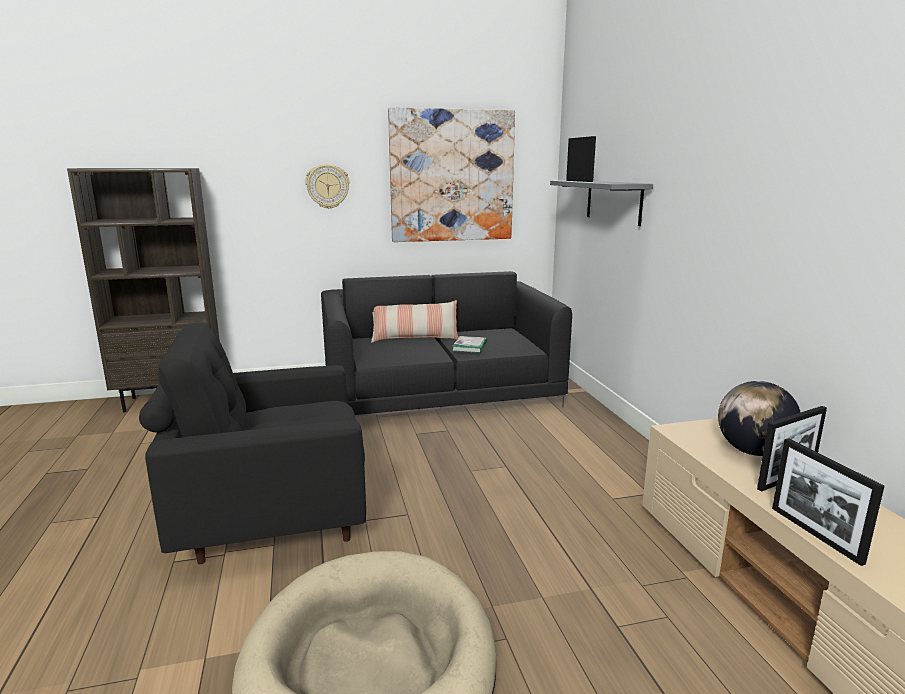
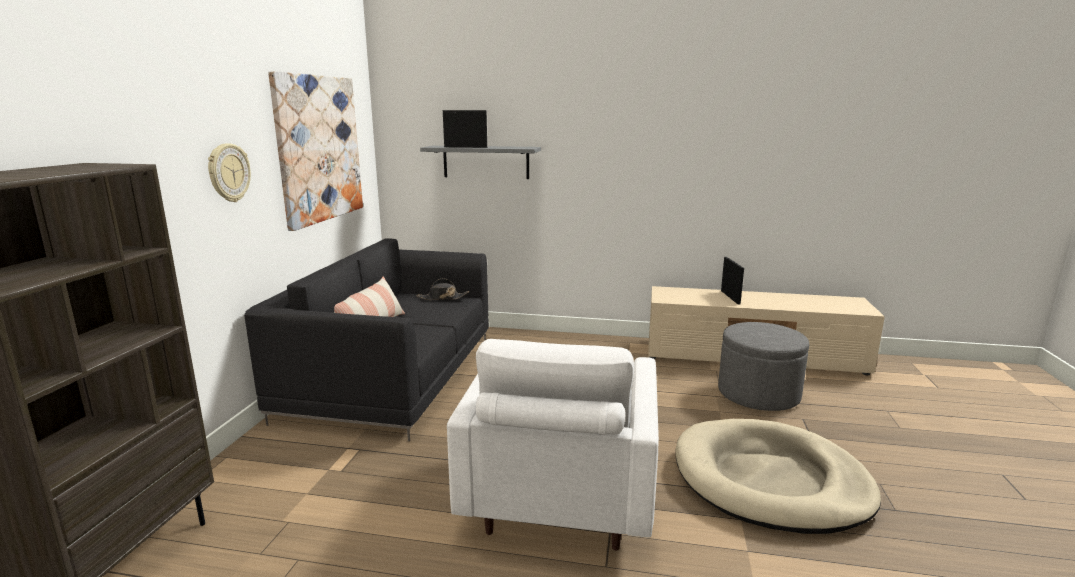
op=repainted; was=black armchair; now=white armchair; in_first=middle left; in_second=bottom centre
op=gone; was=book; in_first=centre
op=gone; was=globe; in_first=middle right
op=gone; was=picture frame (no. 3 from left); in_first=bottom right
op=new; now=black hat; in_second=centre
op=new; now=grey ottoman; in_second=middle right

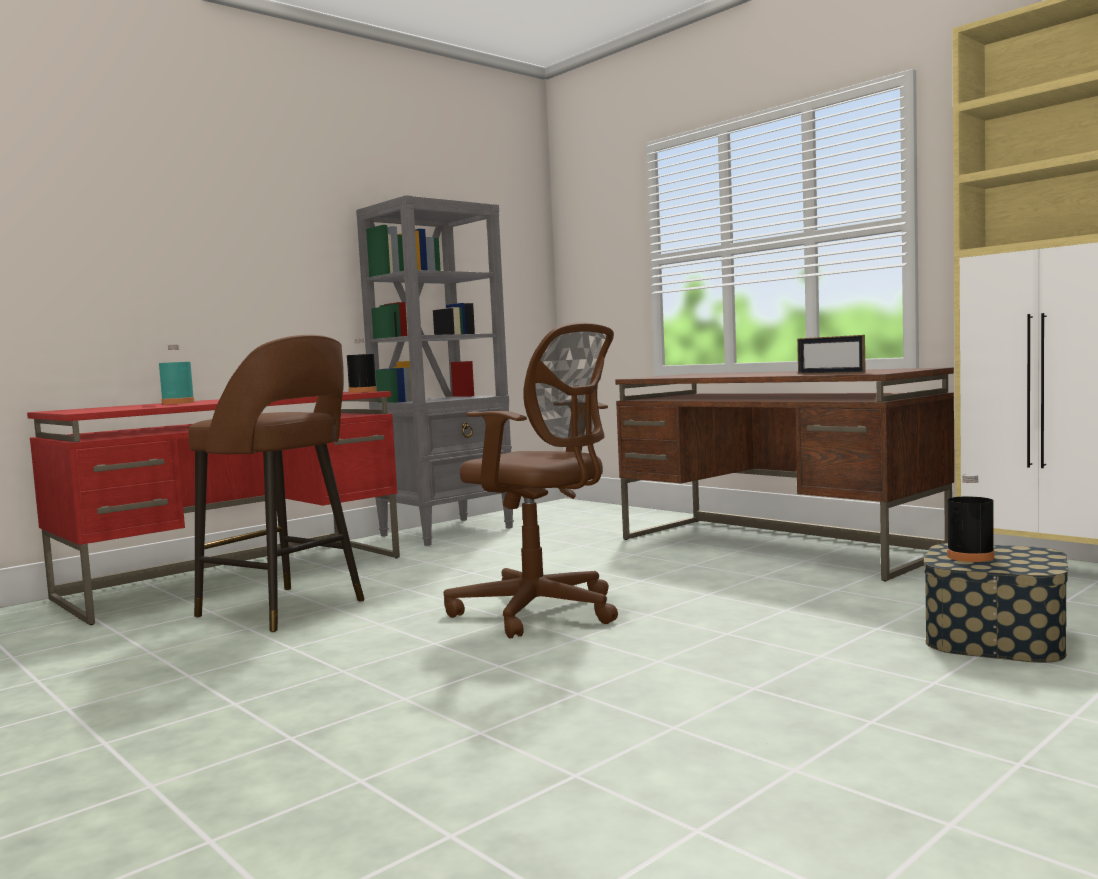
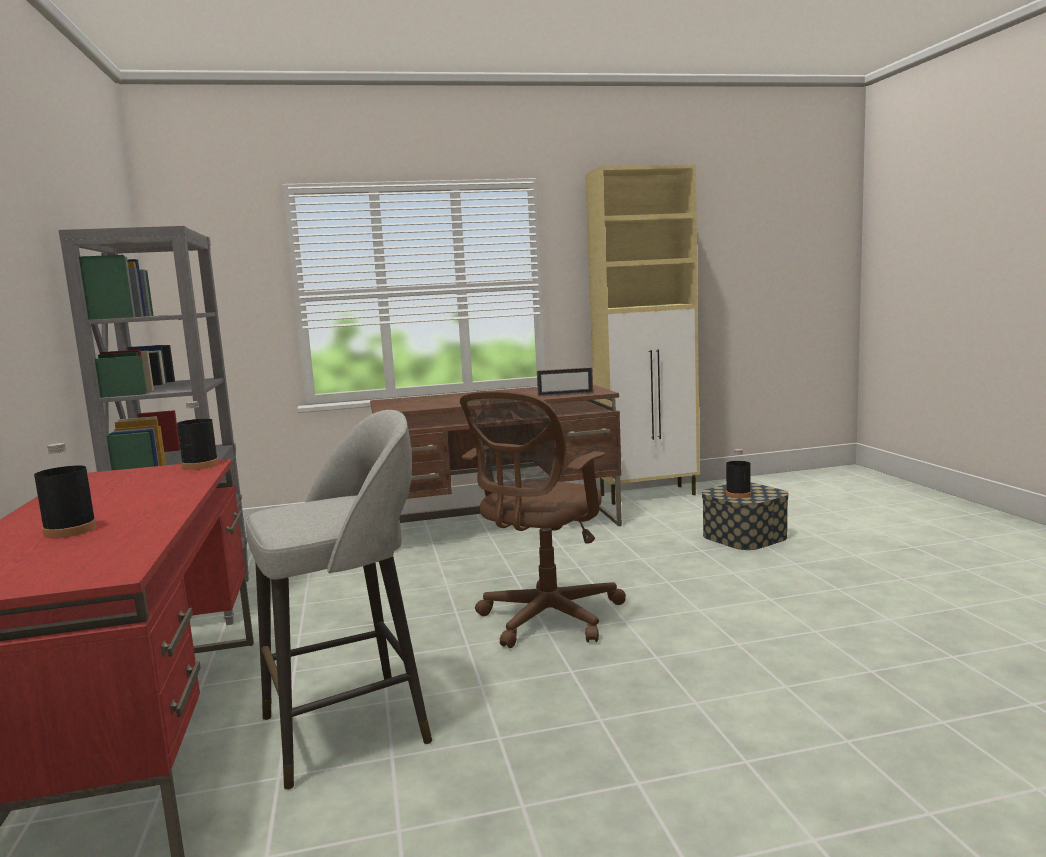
op=repainted; was=turquoise bottle; now=black bottle (no. 1 from left); in_first=middle left; in_second=middle left
op=repainted; was=brown stool; now=grey stool; in_first=middle left; in_second=bottom left
op=rotated; was=brown office chair; in_first=centre; in_second=centre; clockwise=150

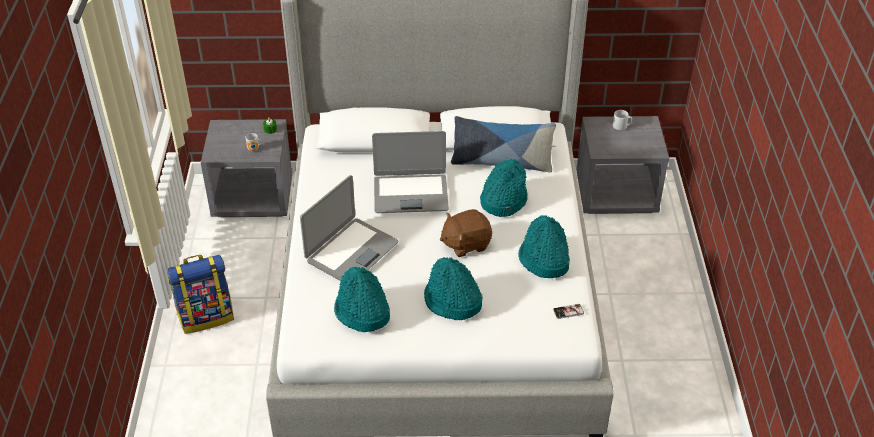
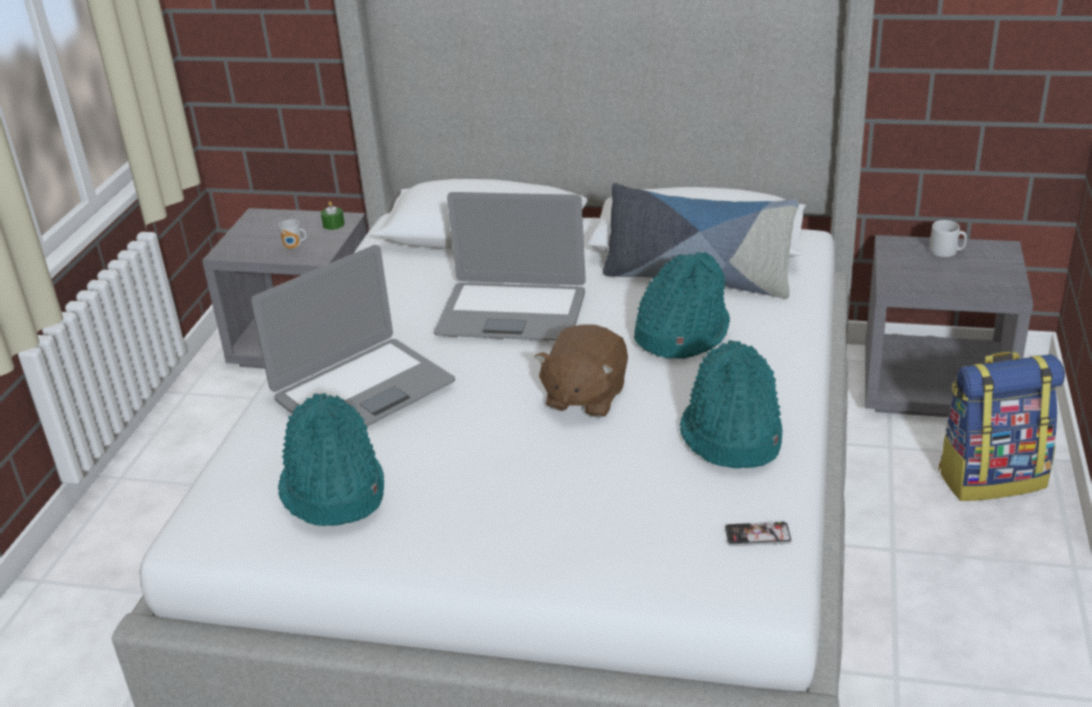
op=shifted; was=backpack; in_first=bottom left; in_second=middle right
op=gone; was=turquoise hat (no. 2 from left); in_first=centre
op=rotated; was=brown plush toy; in_first=centre; in_second=centre; clockwise=-60

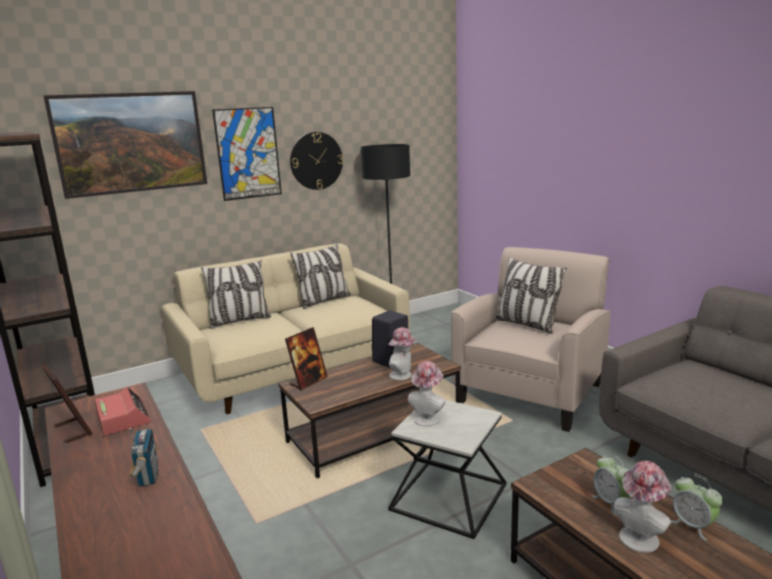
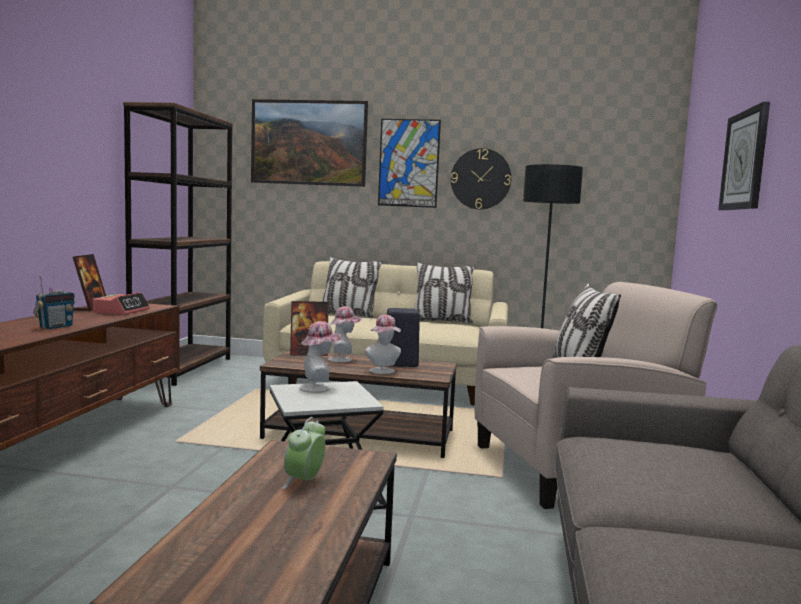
op=shifted; was=hat (no. 3 from left in the first image); now=hat (no. 2 from left); in_first=bottom right; in_second=centre
op=gone; was=alarm clock (no. 3 from left); in_first=bottom right
op=new; now=wall clock (no. 2 from left); in_second=top right

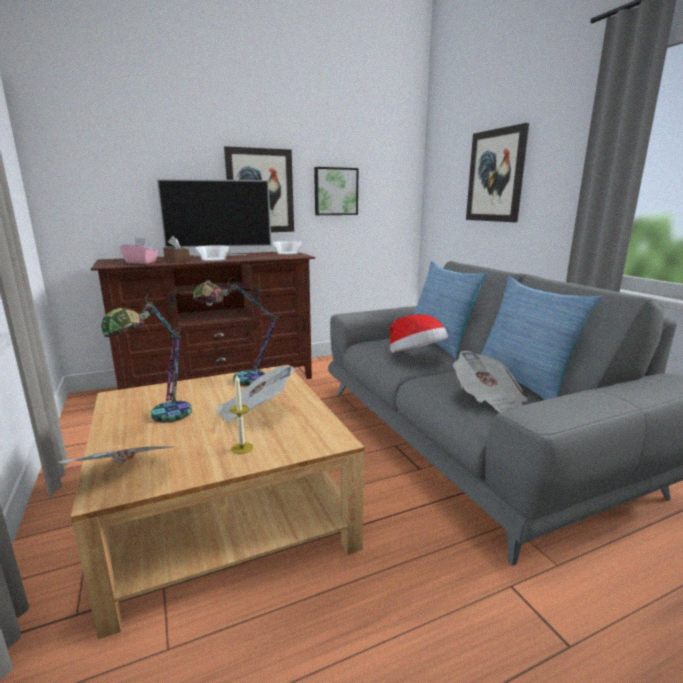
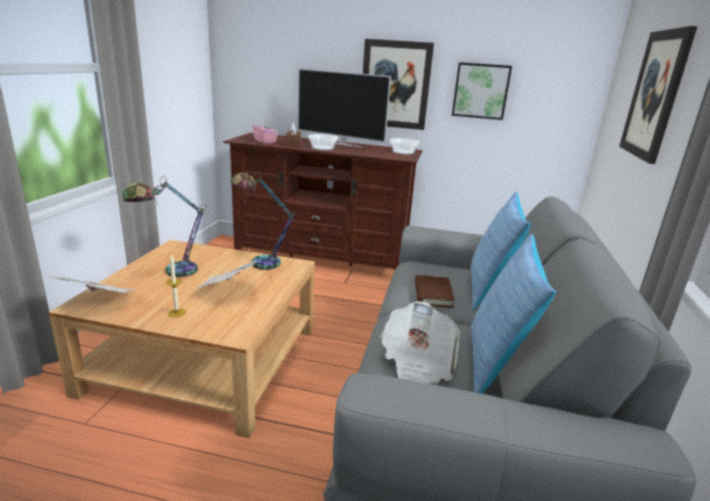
op=swapped; was=hat; now=brown book; in_first=centre; in_second=centre

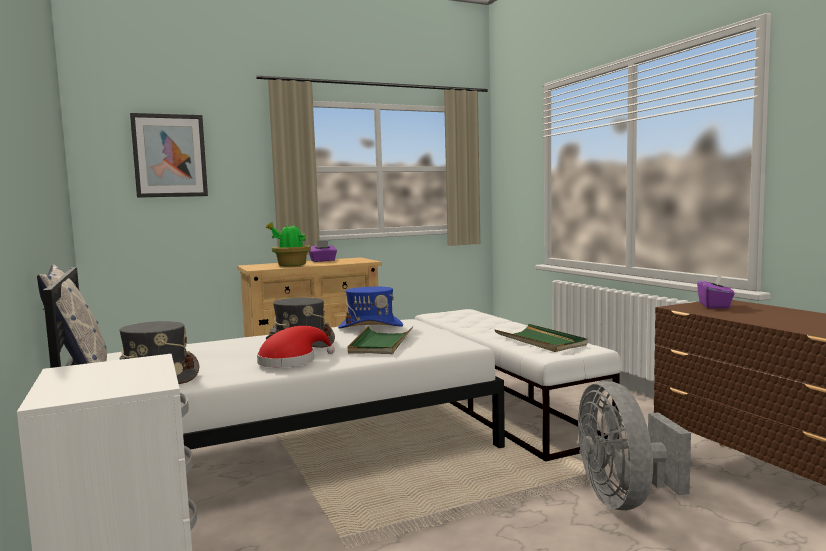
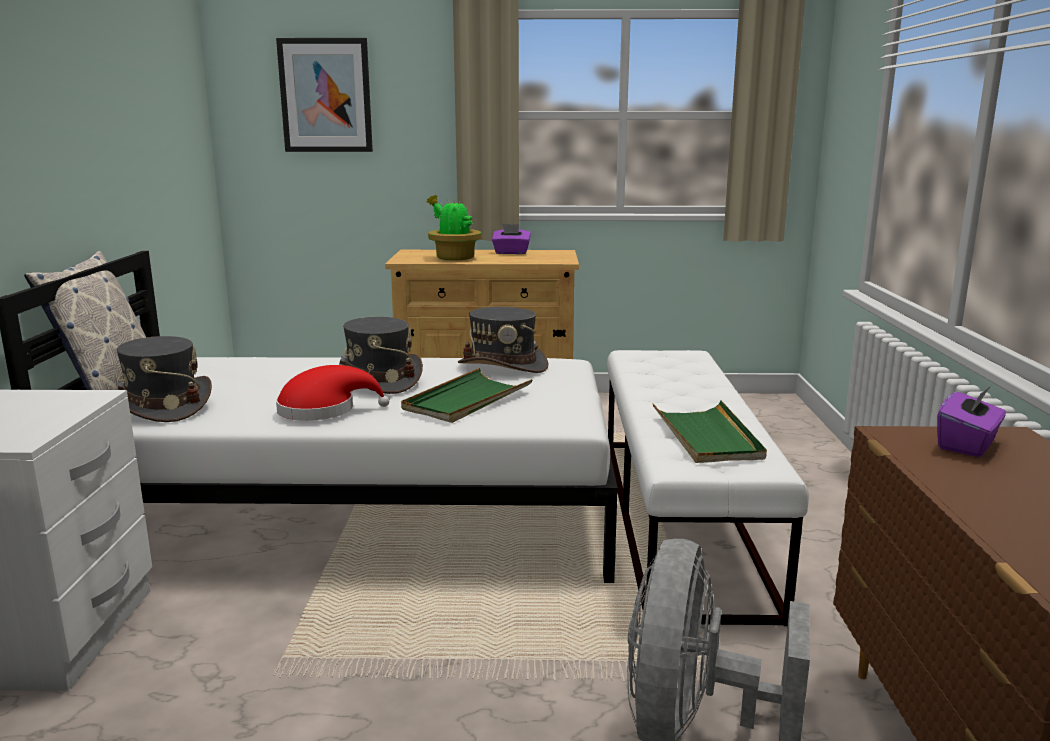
op=repainted; was=blue hat; now=grey hat (no. 3 from left); in_first=centre; in_second=centre

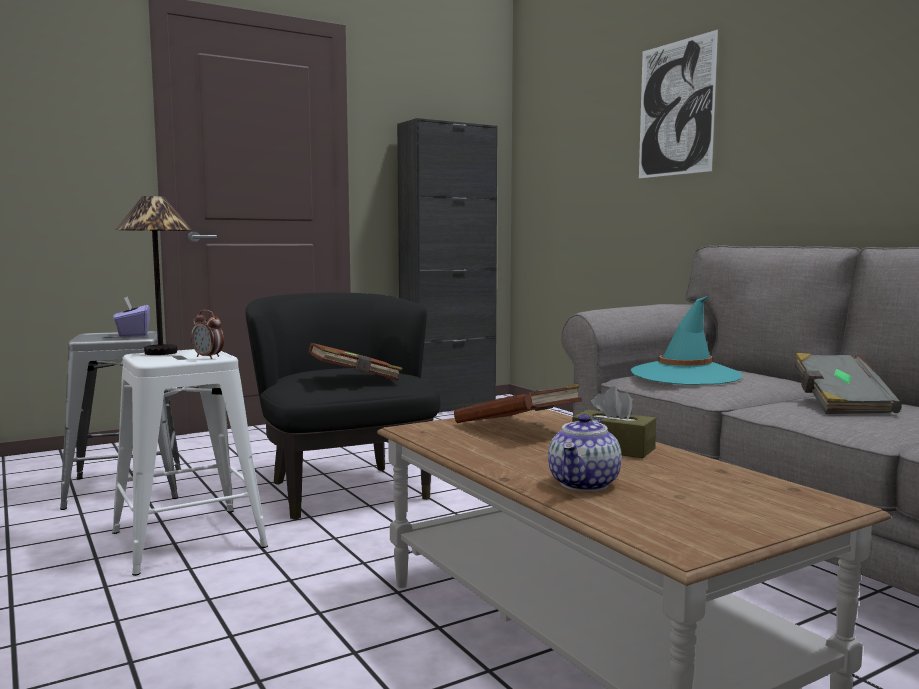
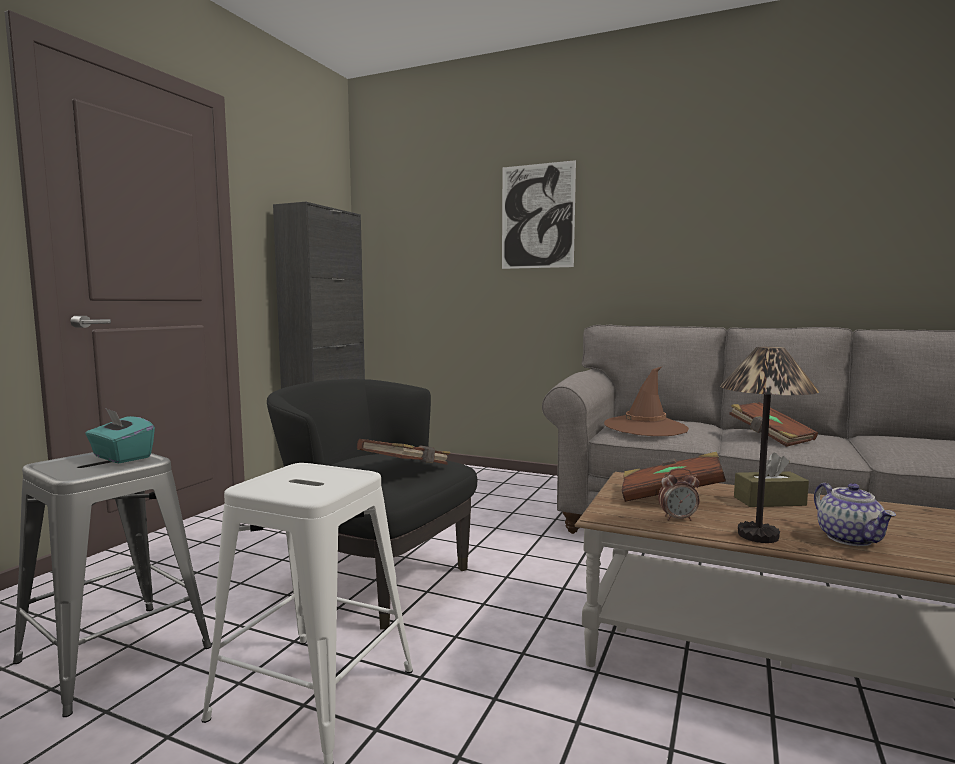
op=repainted; was=purple tissue box; now=turquoise tissue box; in_first=middle left; in_second=middle left
op=shifted; was=table lamp; in_first=middle left; in_second=middle right
op=shifted; was=alarm clock; in_first=middle left; in_second=middle right
op=repainted; was=turquoise hat; now=brown hat; in_first=middle right; in_second=middle right
op=repainted; was=grey book; now=brown book (no. 3 from left); in_first=middle right; in_second=middle right

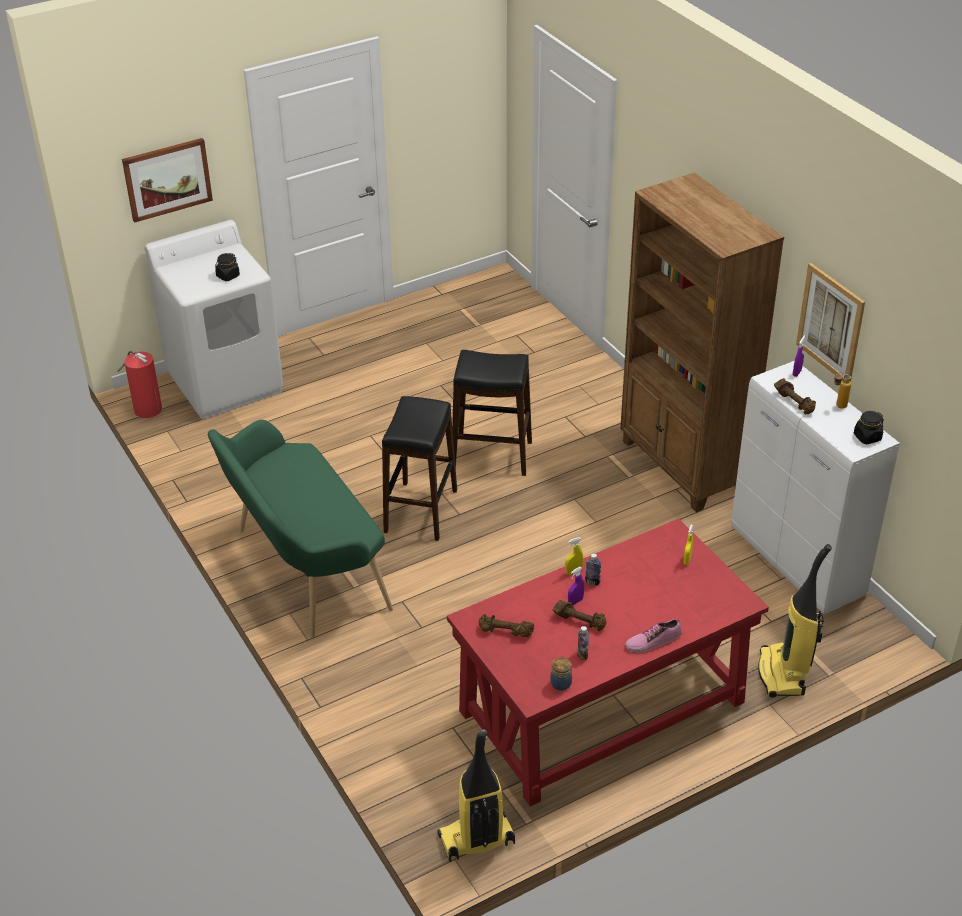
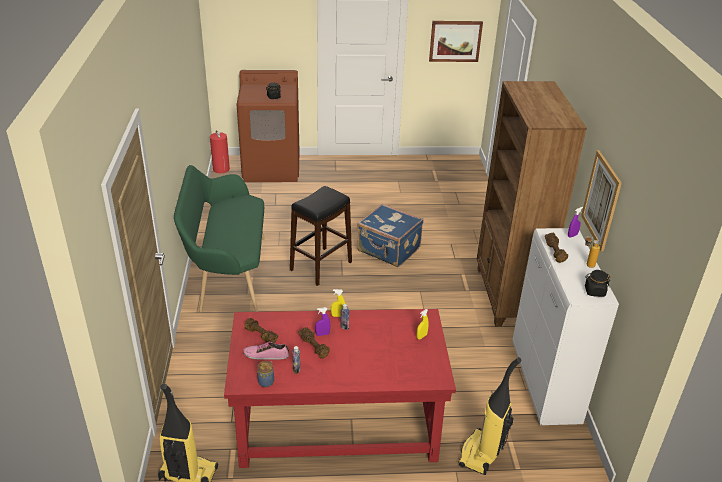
op=shifted; was=picture (no. 1 from left); in_first=top left; in_second=top centre
op=repainted; was=white washing machine; now=brown washing machine; in_first=middle left; in_second=top centre
op=swapped; was=black stool (no. 2 from left); now=blue suitcase; in_first=centre; in_second=centre
op=shifted; was=shoe; in_first=bottom right; in_second=bottom centre

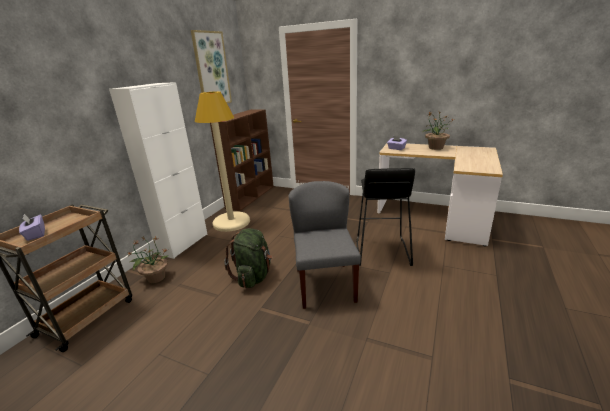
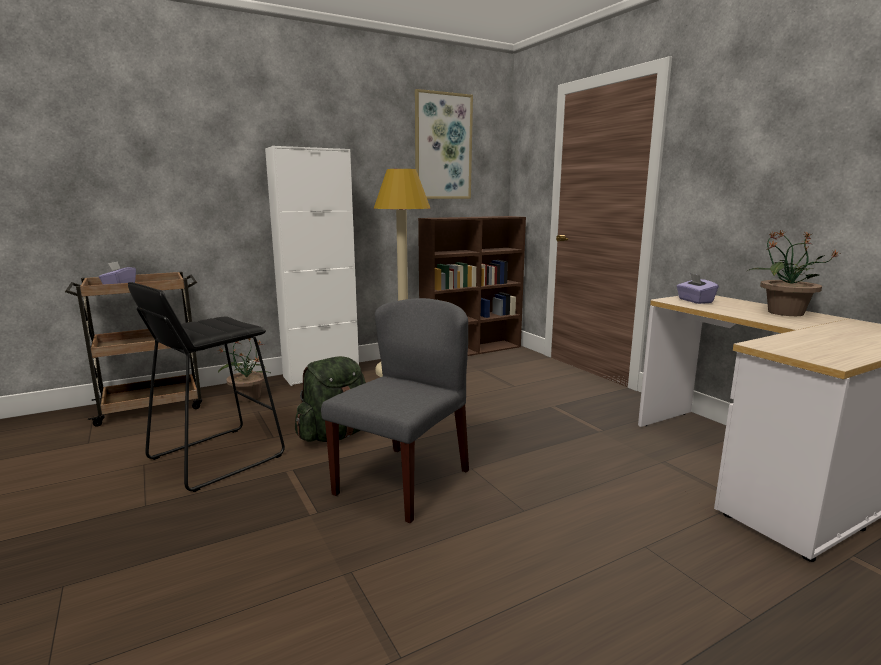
op=shifted; was=black stool; in_first=centre; in_second=middle left

